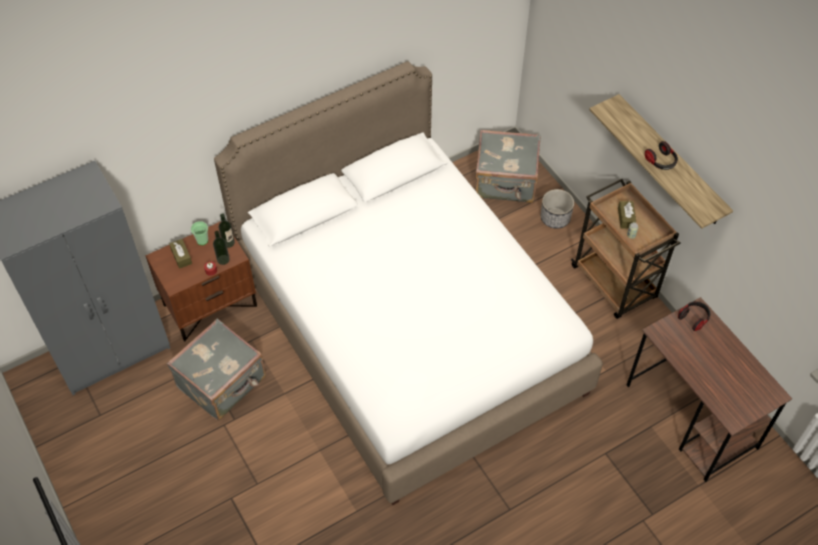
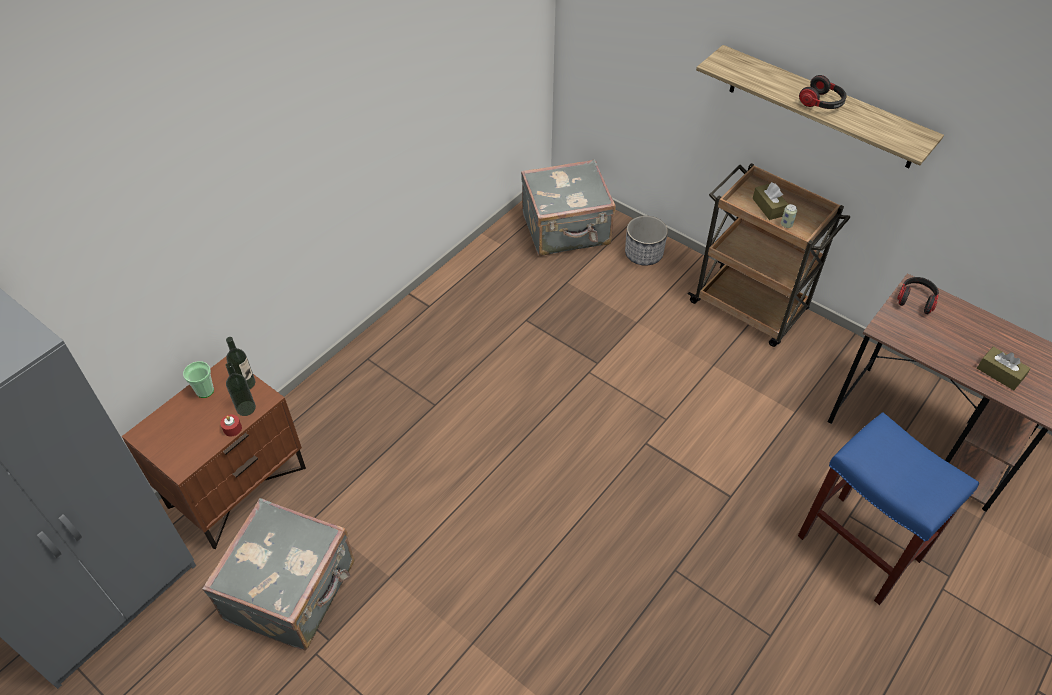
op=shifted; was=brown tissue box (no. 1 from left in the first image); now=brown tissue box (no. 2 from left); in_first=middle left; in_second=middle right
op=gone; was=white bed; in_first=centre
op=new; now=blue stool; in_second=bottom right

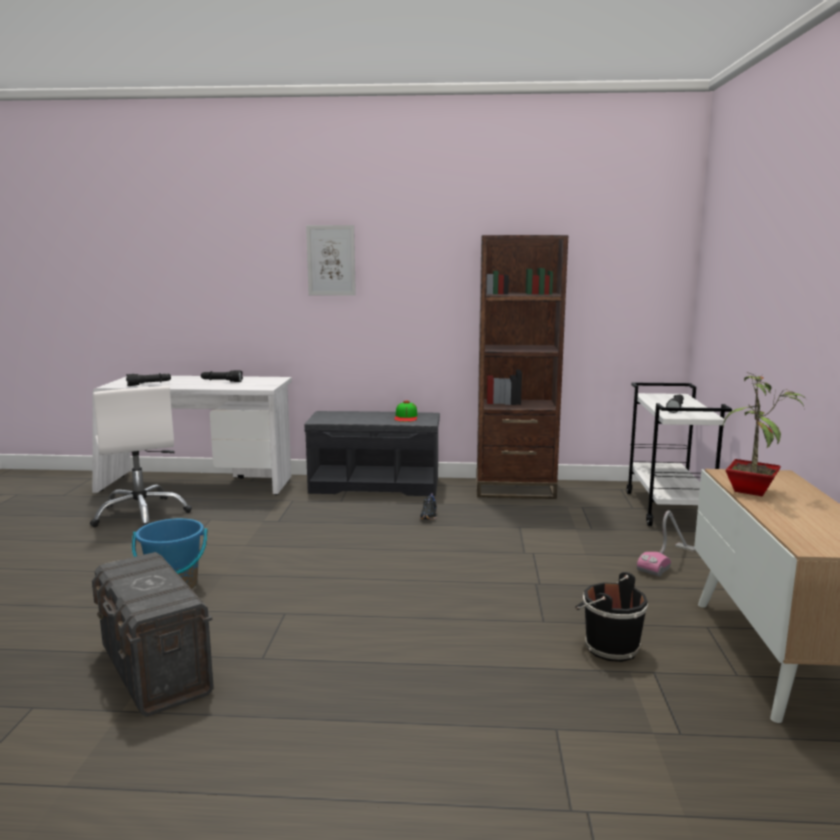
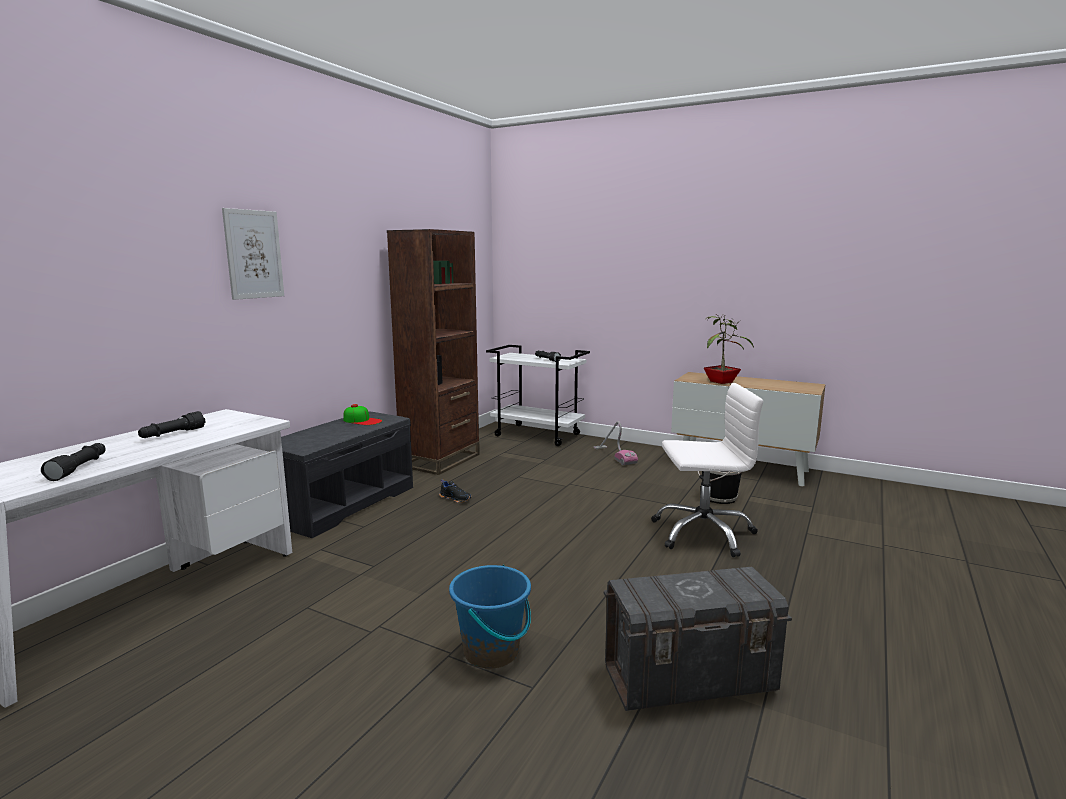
op=shifted; was=white office chair; in_first=middle left; in_second=centre

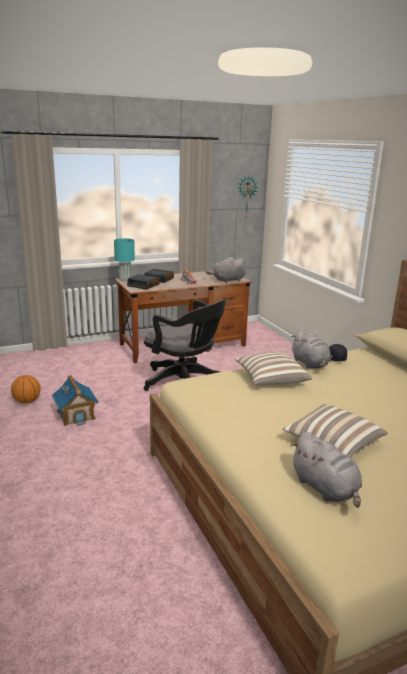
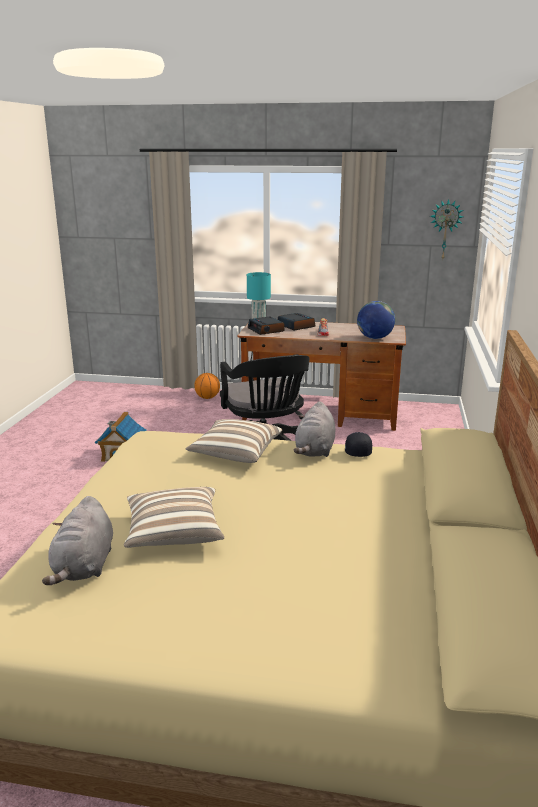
op=shifted; was=basketball; in_first=middle left; in_second=centre
op=swapped; was=grey plush toy (no. 1 from left); now=globe; in_first=centre; in_second=middle right

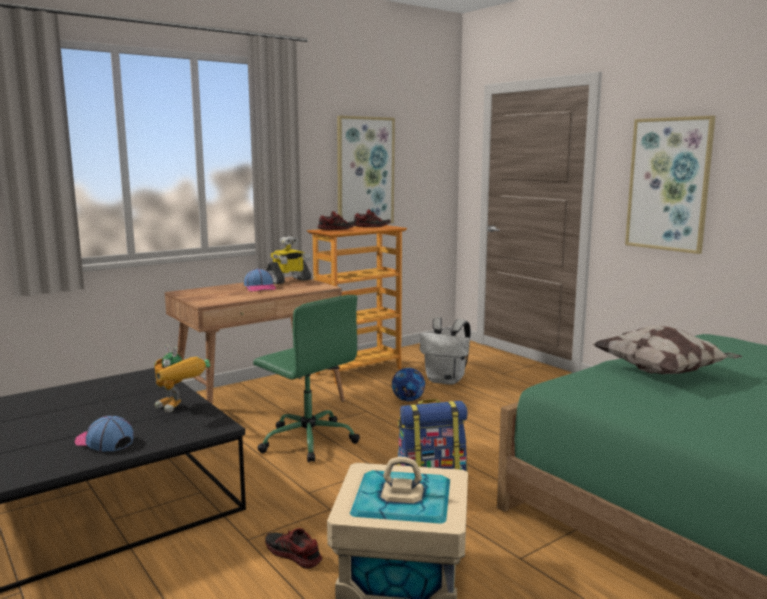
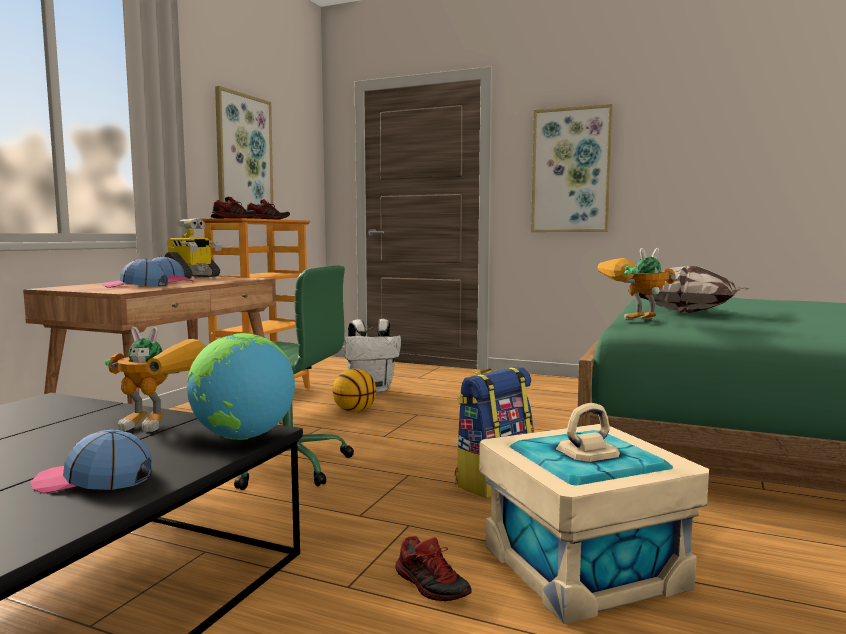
op=rotated; was=shoe (no. 1 from left in the first image); in_first=bottom centre; in_second=bottom centre; clockwise=-135
op=swapped; was=football; now=basketball; in_first=centre; in_second=centre
op=new; now=cap (no. 2 from left); in_second=middle left
op=new; now=globe; in_second=middle left
op=new; now=toy robot (no. 3 from left); in_second=middle right

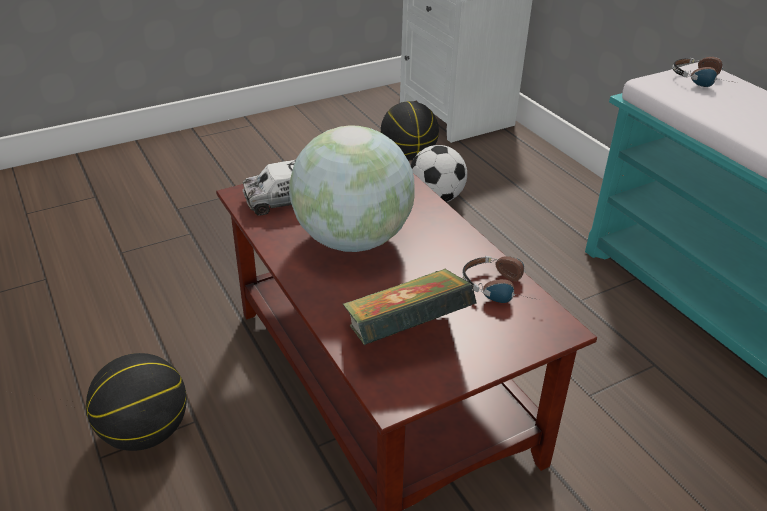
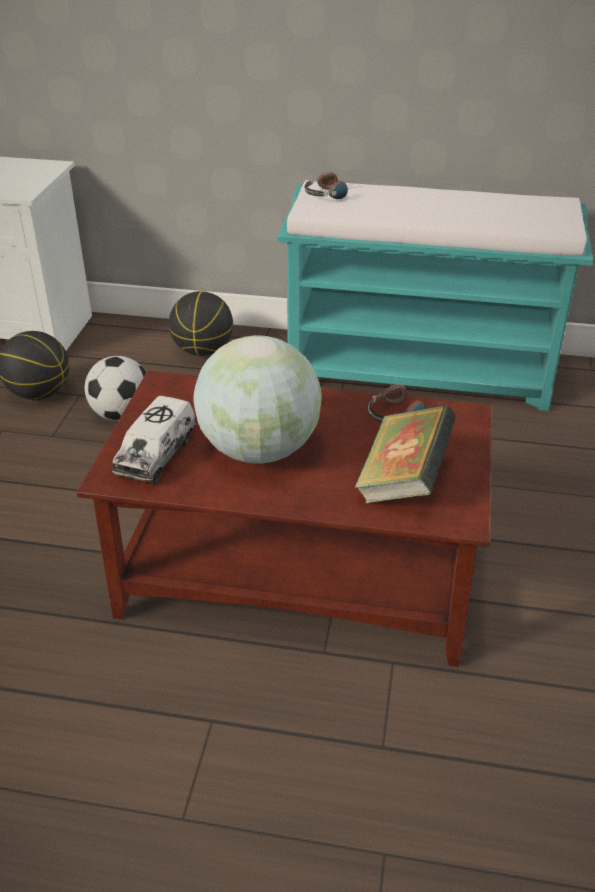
op=shifted; was=basketball (no. 1 from left in the first image); now=basketball (no. 2 from left); in_first=bottom left; in_second=centre

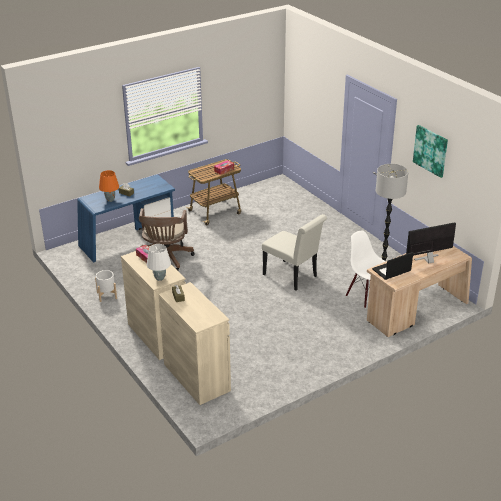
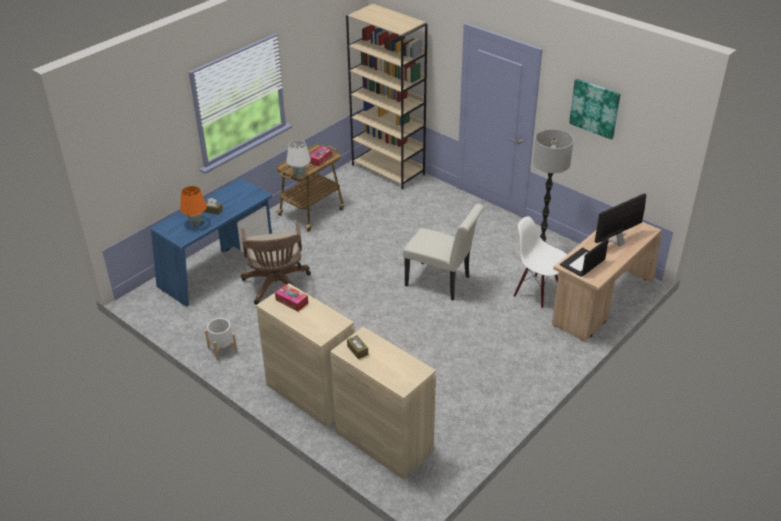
op=shifted; was=white table lamp; in_first=middle left; in_second=top centre
op=new; now=beige bookcase; in_second=top centre

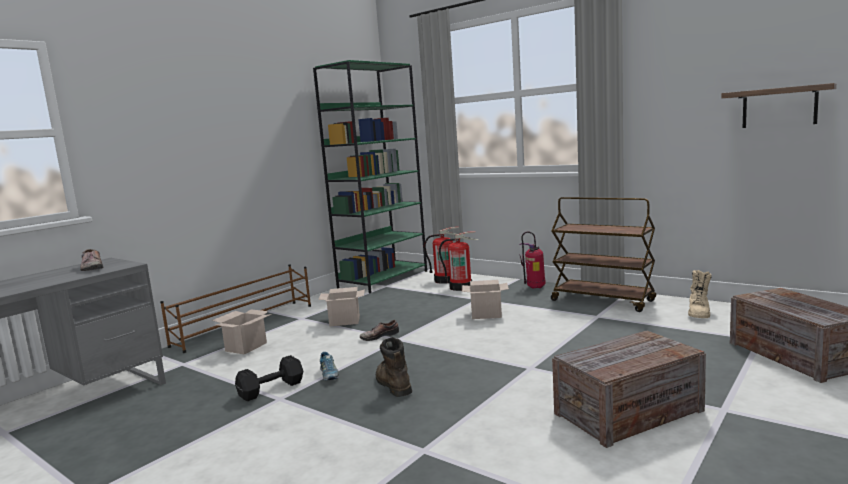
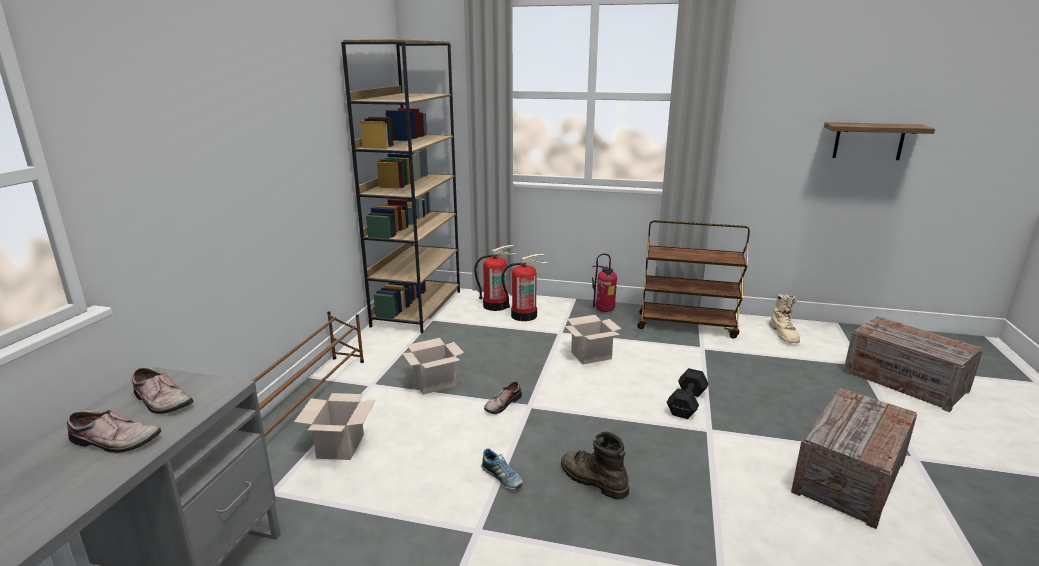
op=shifted; was=black dumbbell; in_first=bottom left; in_second=bottom centre
op=repainted; was=green bookcase; now=brown bookcase; in_first=centre; in_second=top centre
op=new; now=shoe (no. 1 from left); in_second=bottom left

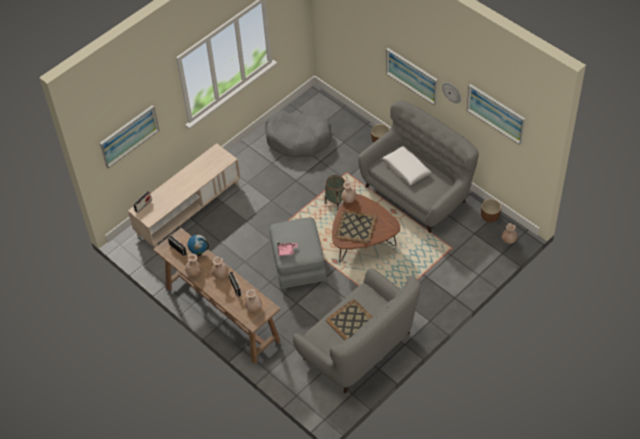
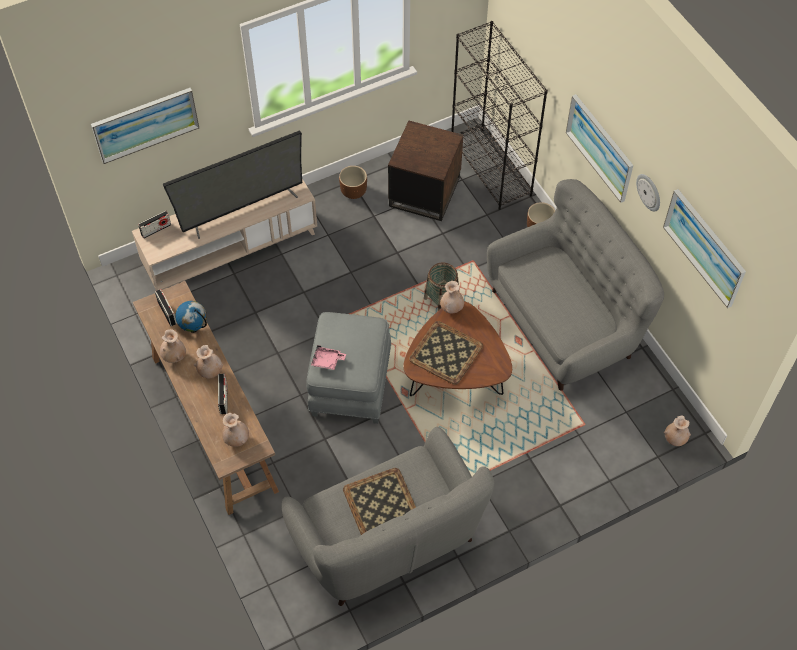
op=swapped; was=grey dog bed; now=brown side table; in_first=top centre; in_second=top centre
op=gone; was=white pillow; in_first=centre
op=shifted; was=brown planter (no. 2 from left in the first image); now=brown planter (no. 1 from left); in_first=middle right; in_second=top centre
op=new; now=television; in_second=top left
op=new; now=black bookcase; in_second=top centre

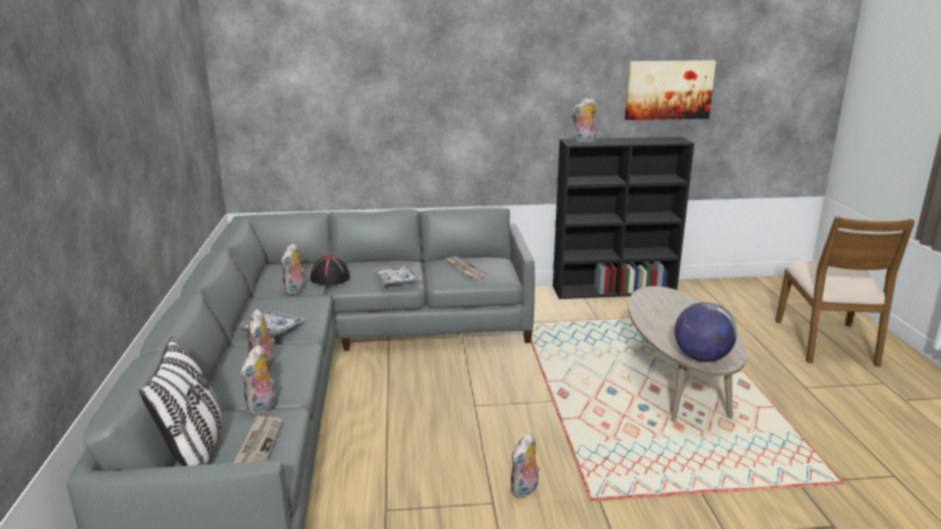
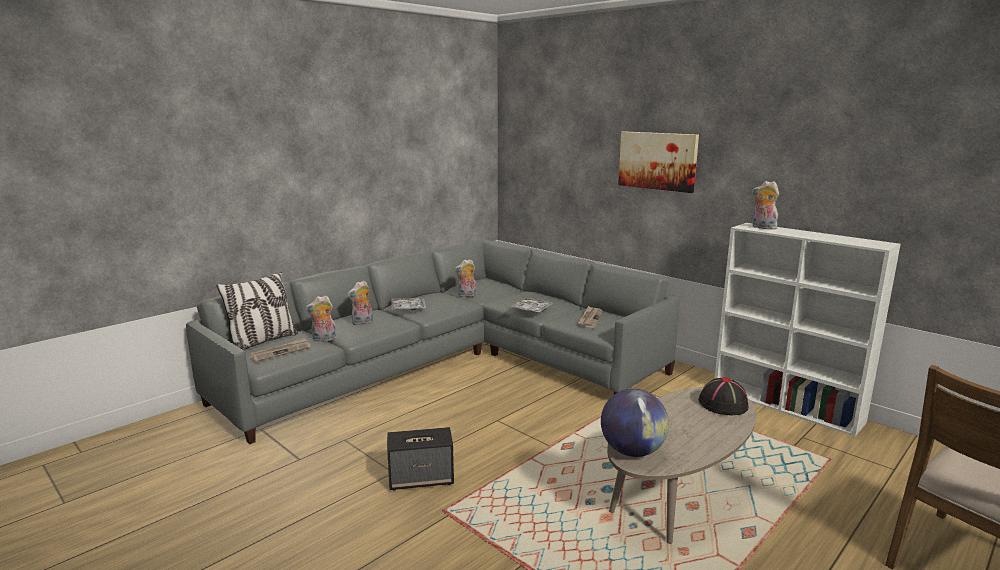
op=shifted; was=black hat; in_first=centre; in_second=bottom right
op=swapped; was=plush toy (no. 4 from left); now=speaker; in_first=bottom centre; in_second=bottom centre
op=repainted; was=black bookcase; now=white bookcase; in_first=centre; in_second=middle right
op=shifted; was=picture; in_first=top right; in_second=top centre

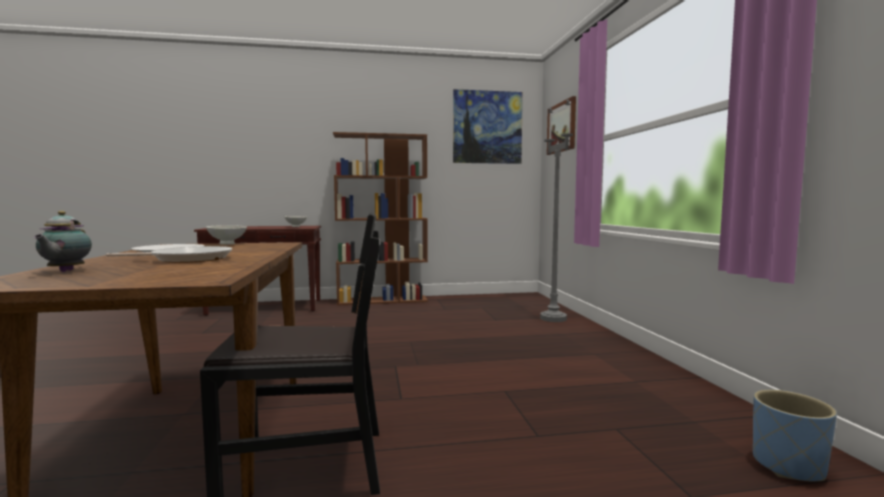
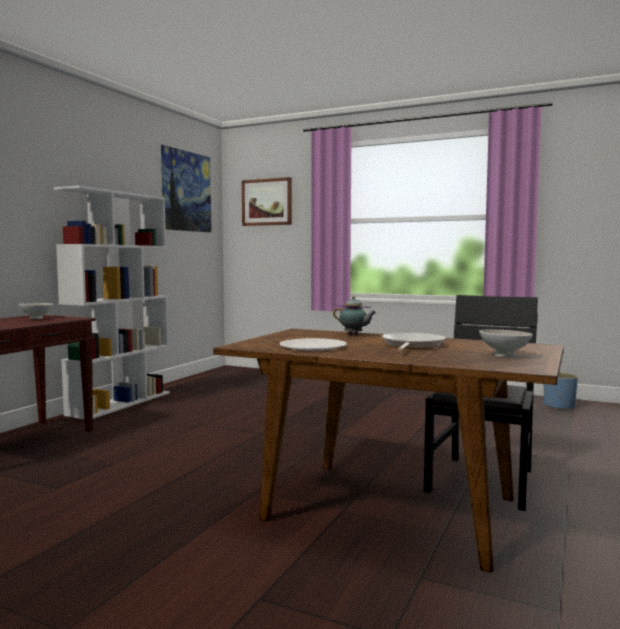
op=shifted; was=teapot; in_first=middle left; in_second=centre
op=shifted; was=white bowl (no. 1 from left in the first image); now=white bowl (no. 2 from left); in_first=middle left; in_second=middle right
op=repainted; was=brown bookcase; now=white bookcase; in_first=centre; in_second=middle left
op=gone; was=grey floor lamp; in_first=centre

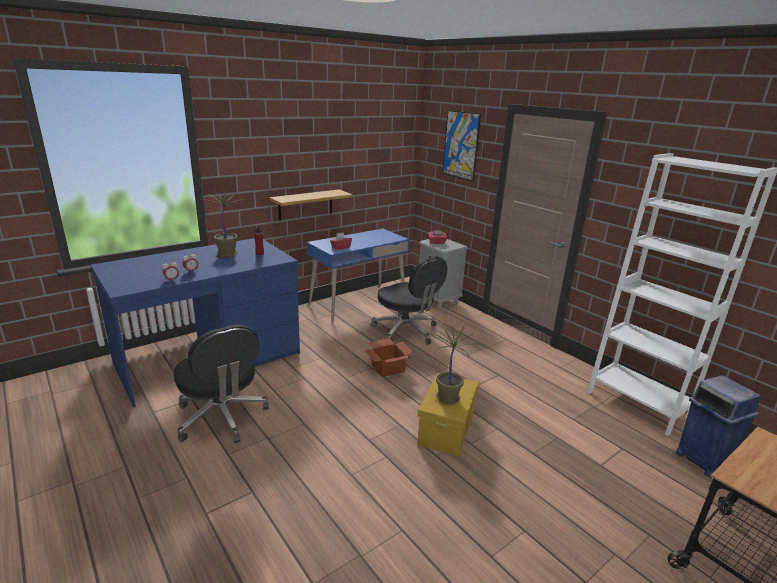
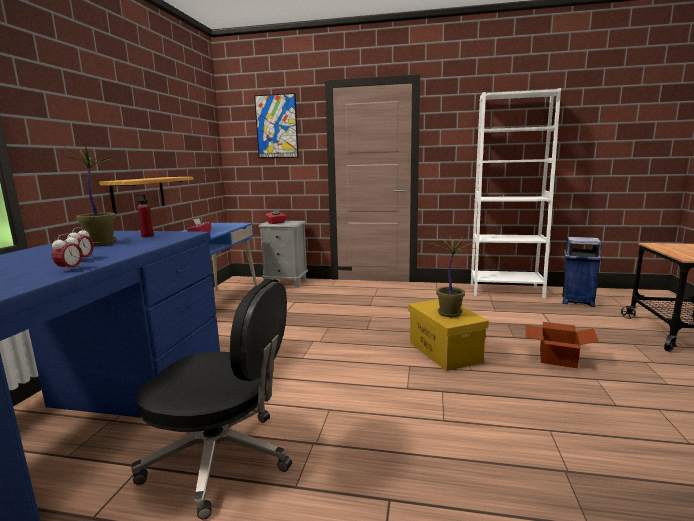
op=shifted; was=cardboard box; in_first=centre; in_second=middle right
op=gone; was=black office chair (no. 2 from left); in_first=centre

